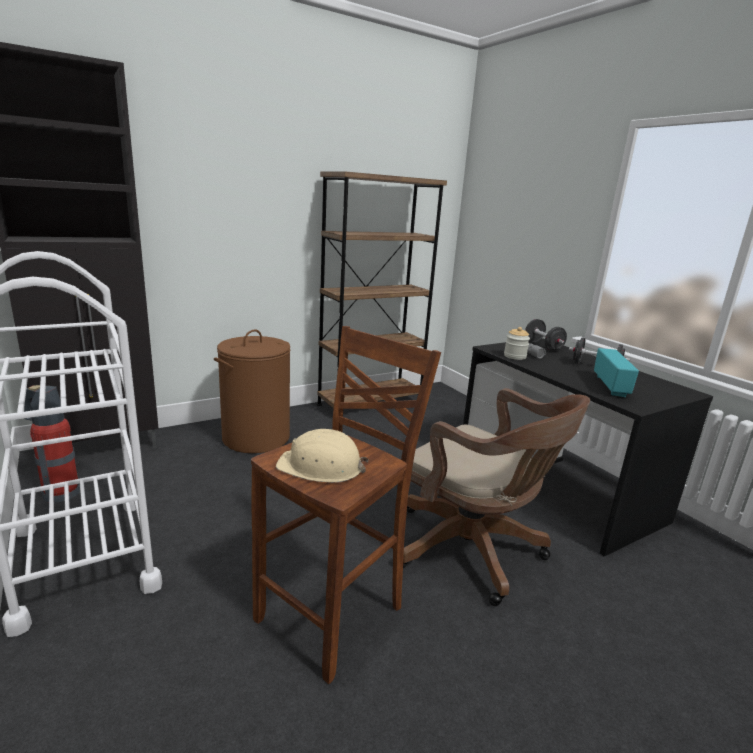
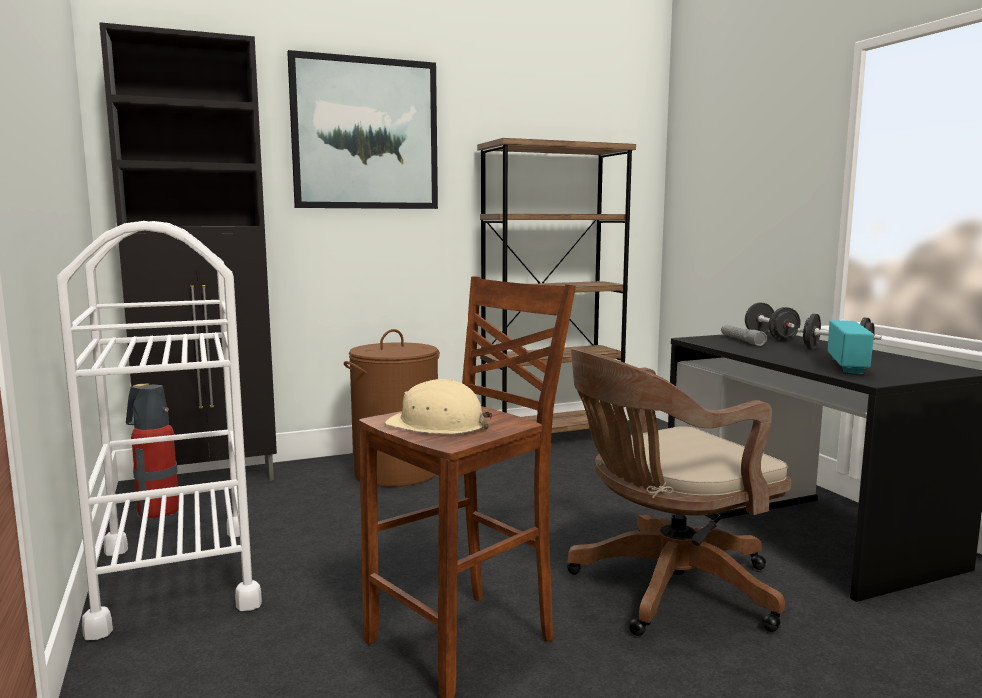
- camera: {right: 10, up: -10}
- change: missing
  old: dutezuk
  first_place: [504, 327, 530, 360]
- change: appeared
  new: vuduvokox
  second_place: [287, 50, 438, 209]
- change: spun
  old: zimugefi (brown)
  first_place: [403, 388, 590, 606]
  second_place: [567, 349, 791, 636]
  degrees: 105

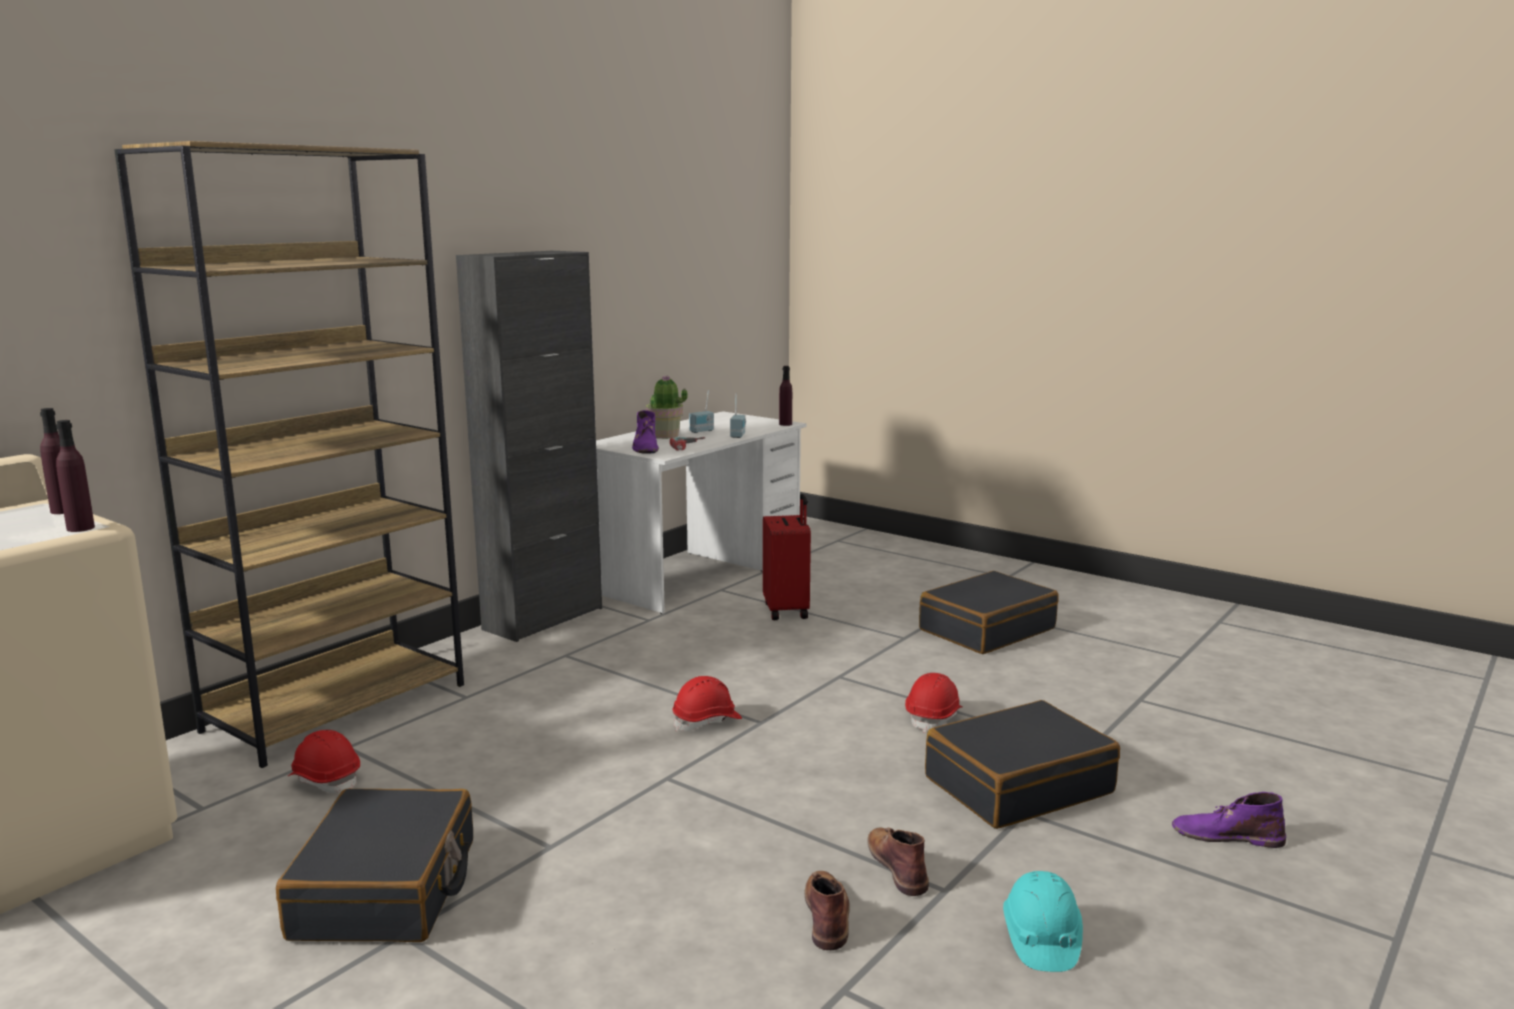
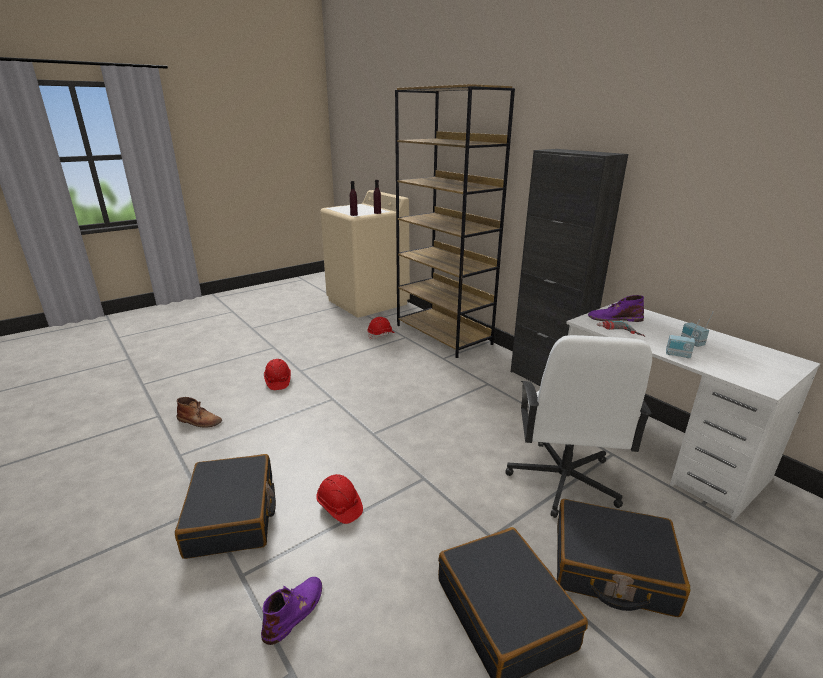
- camera: {right: 105, up: 10}
- change: missing
  old: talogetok
  first_place: [646, 375, 688, 439]
- change: missing
  old: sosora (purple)
  first_place: [779, 366, 792, 426]
- change: missing
  old: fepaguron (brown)
  first_place: [867, 828, 929, 896]
- change: missing
  old: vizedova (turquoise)
  first_place: [1003, 871, 1083, 972]
- change: relocated
  old: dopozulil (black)
  first_place: [276, 789, 473, 942]
  second_place: [557, 499, 690, 617]
- change: relocated
  old: vizedova (red)
  first_place: [673, 676, 742, 731]
  second_place: [264, 359, 291, 390]
- change: relocated
  old: fepaguron (purple)
  first_place: [1172, 792, 1286, 848]
  second_place: [261, 577, 322, 645]
- change: exchanged
  old: dopozulil (red)
  new: zimugefi (white)
  first_place: [763, 494, 811, 620]
  second_place: [506, 335, 652, 518]

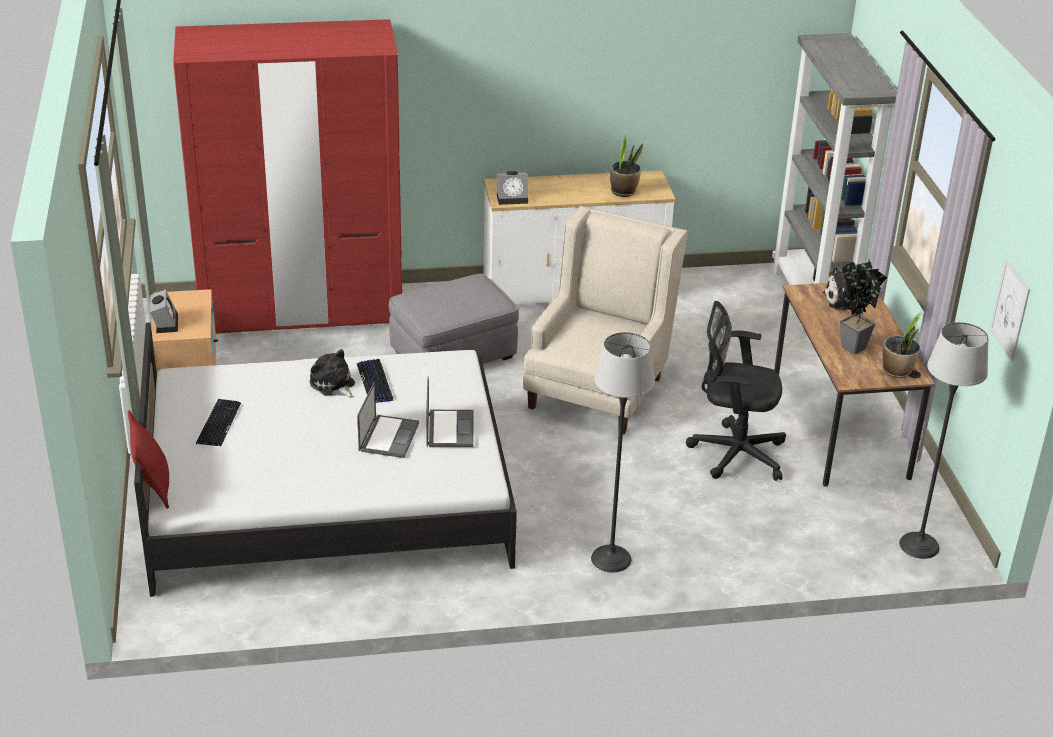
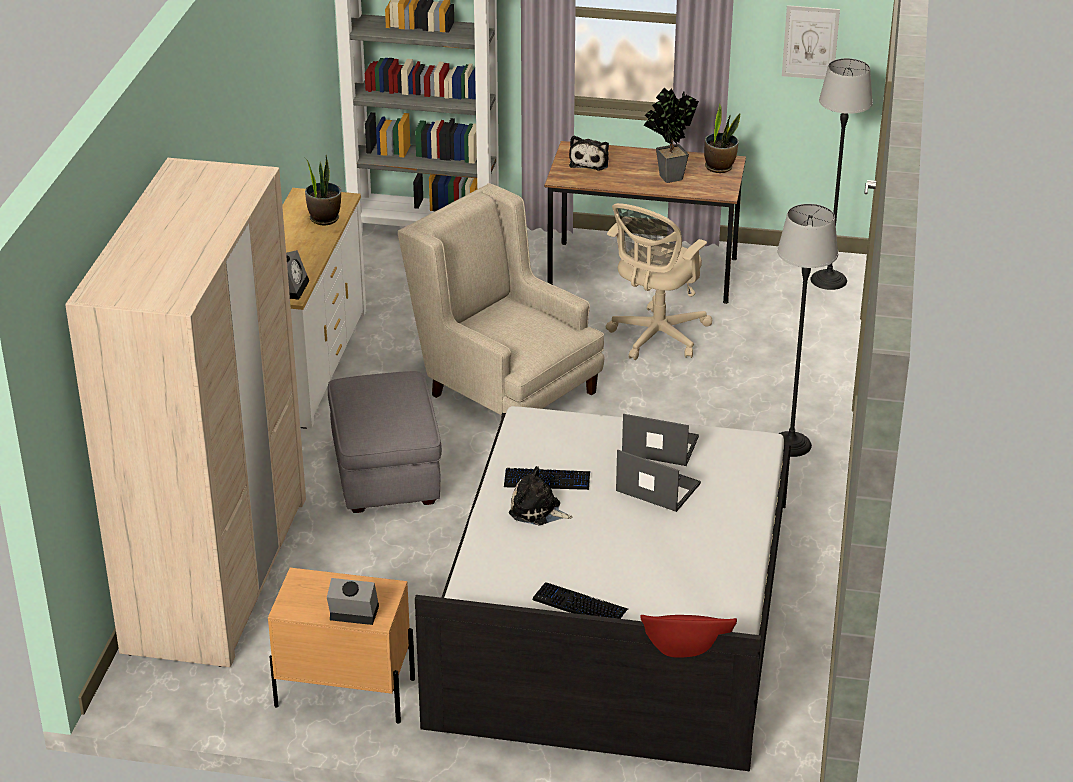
- camera: {right: -70, up: 0}
- change: colour
  old: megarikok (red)
  new: megarikok (beige)
  first_place: [173, 19, 402, 333]
  second_place: [65, 158, 306, 667]
- change: colour
  old: zimugefi (black)
  new: zimugefi (beige)
  first_place: [686, 301, 786, 481]
  second_place: [606, 203, 713, 360]
- change: spun
  old: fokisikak
  first_place: [310, 349, 355, 398]
  second_place: [509, 466, 573, 525]
  degrees: 45

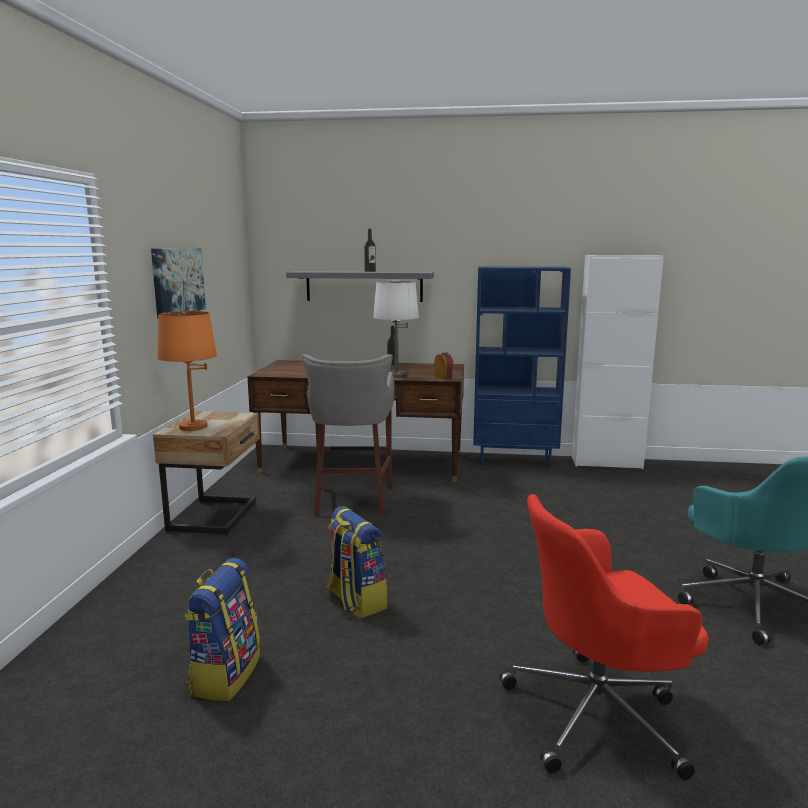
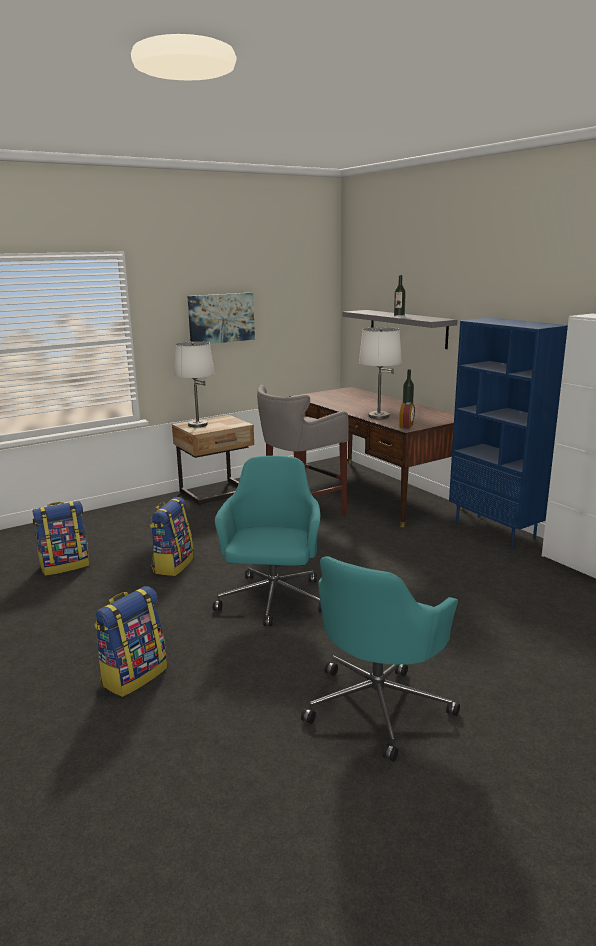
- camera: {right: 50, up: 5}
- change: appeared
  new: zimugefi (turquoise)
  second_place: [213, 456, 322, 626]
- change: exchanged
  old: zimugefi (red)
  new: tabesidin
  first_place: [499, 494, 708, 780]
  second_place: [94, 586, 167, 697]
- change: colour
  old: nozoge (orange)
  new: nozoge (white)
  first_place: [158, 311, 217, 431]
  second_place: [174, 341, 215, 427]

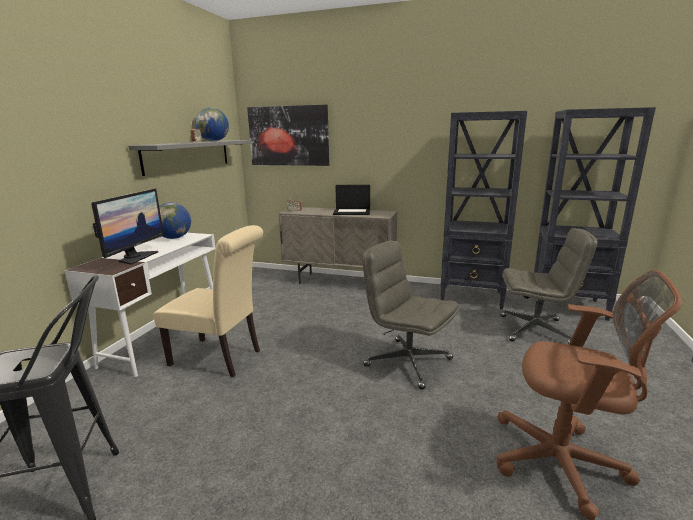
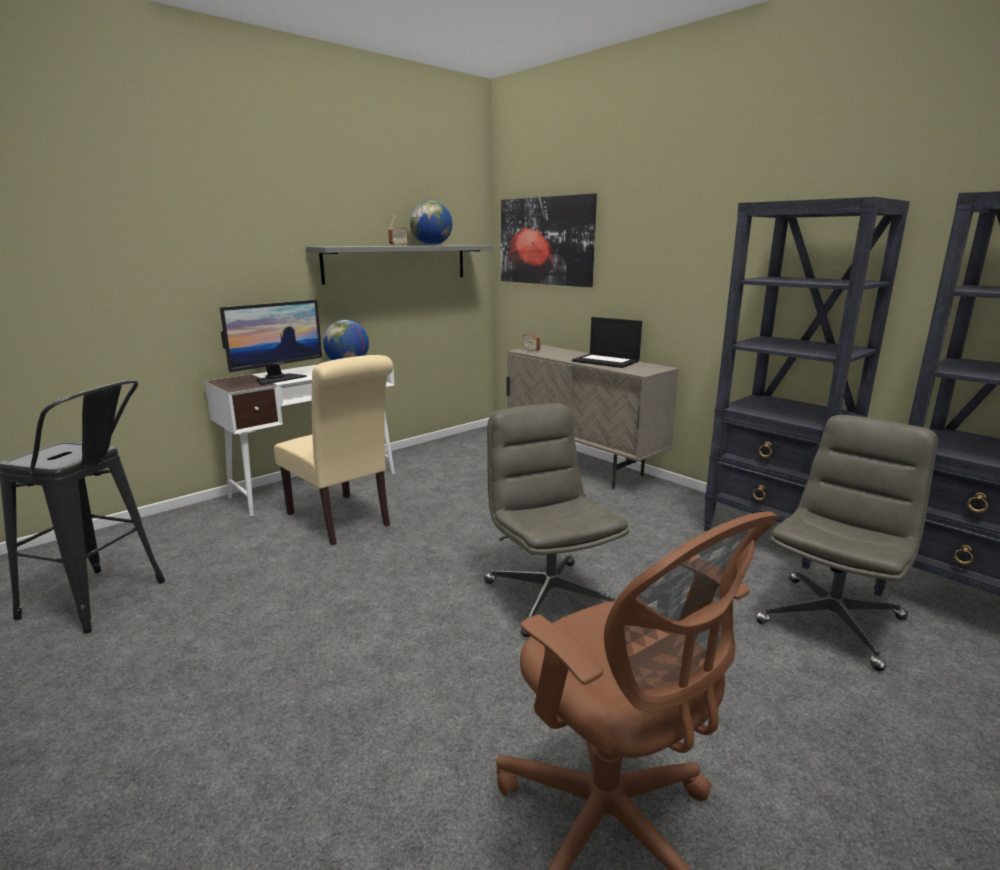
- camera: {right: 30, up: 0}
- change: spun
  old: zimugefi (grey)
  first_place: [501, 228, 598, 343]
  second_place: [756, 415, 938, 671]
  degrees: -90

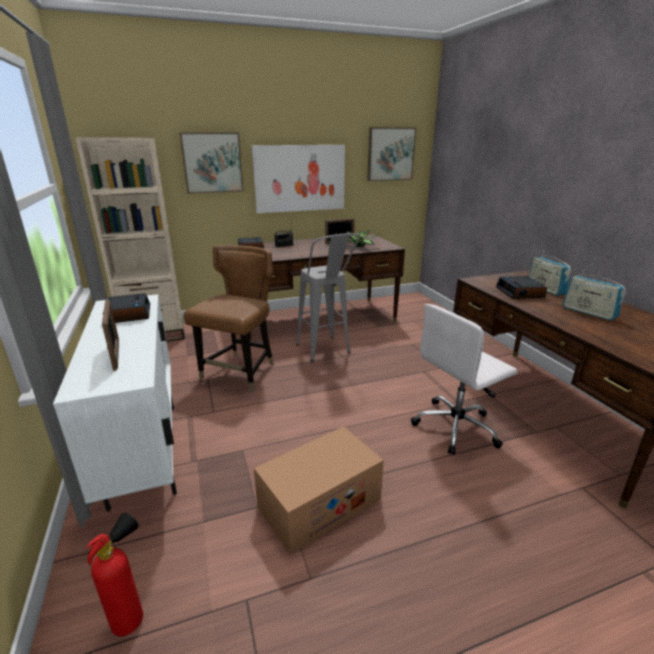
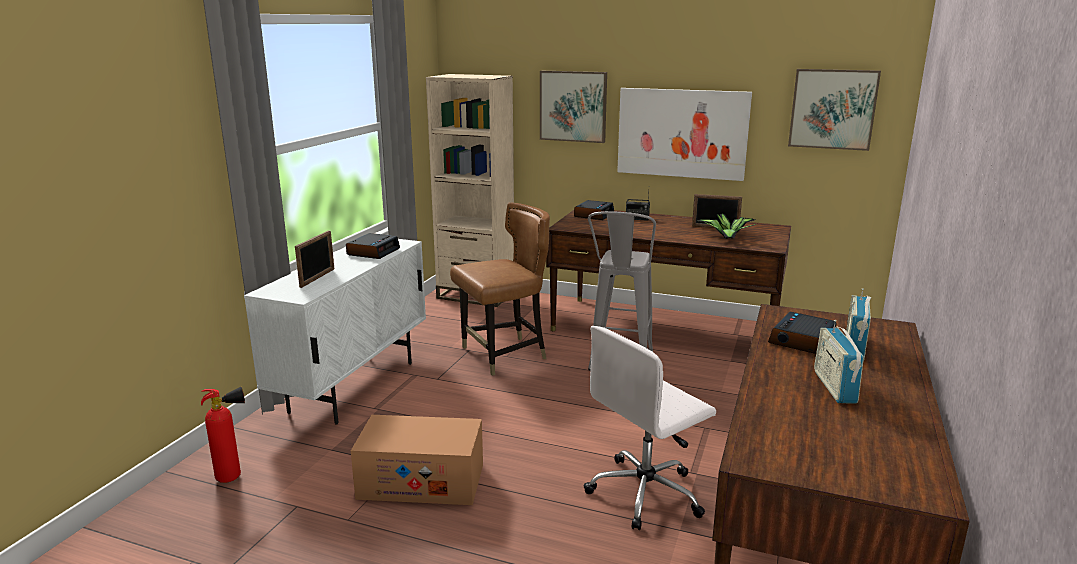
- camera: {right: 40, up: -5}
- change: spun
  old: zimugefi (white)
  first_place: [411, 304, 517, 455]
  second_place: [583, 326, 716, 530]
  degrees: -45

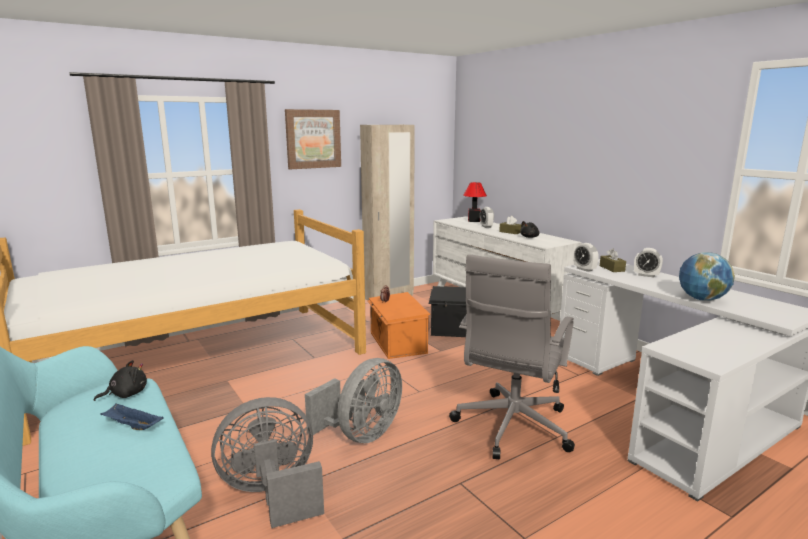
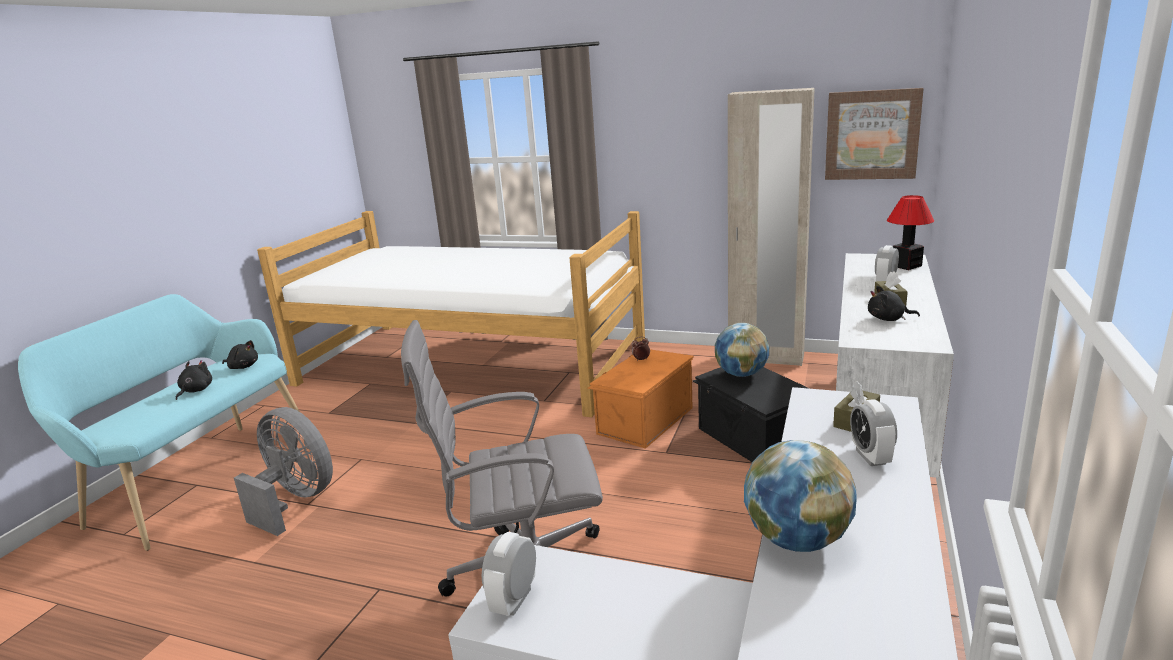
- camera: {right: 55, up: 5}
- change: missing
  old: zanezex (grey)
  first_place: [305, 358, 402, 443]
- change: appeared
  new: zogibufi
  second_place: [715, 323, 769, 377]
- change: relocated
  old: vuduvokox
  first_place: [285, 109, 341, 169]
  second_place: [825, 88, 924, 180]
- change: relocated
  old: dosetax
  first_place: [574, 243, 599, 272]
  second_place: [482, 532, 536, 616]
- change: exchanged
  old: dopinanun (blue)
  new: fokisikak (black)
  first_place: [100, 403, 163, 430]
  second_place: [175, 360, 212, 400]

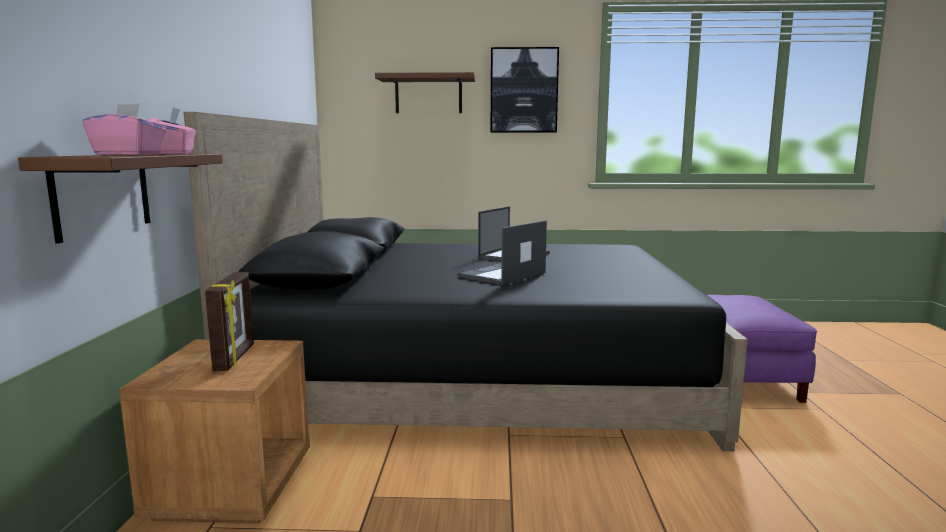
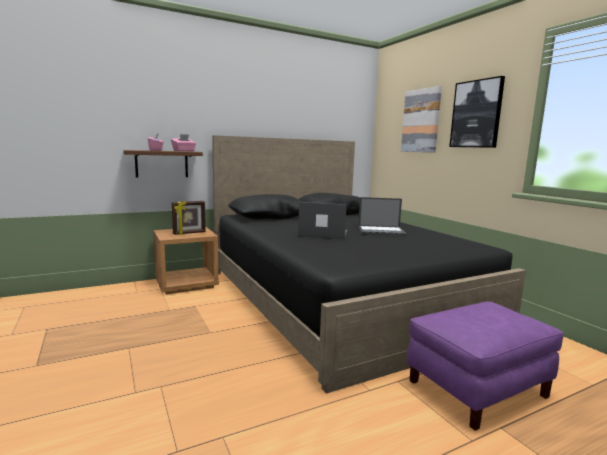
- camera: {right: 60, up: 0}
- change: exchanged
  old: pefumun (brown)
  new: vuduvokox
  first_place: [375, 72, 475, 113]
  second_place: [401, 86, 442, 153]

